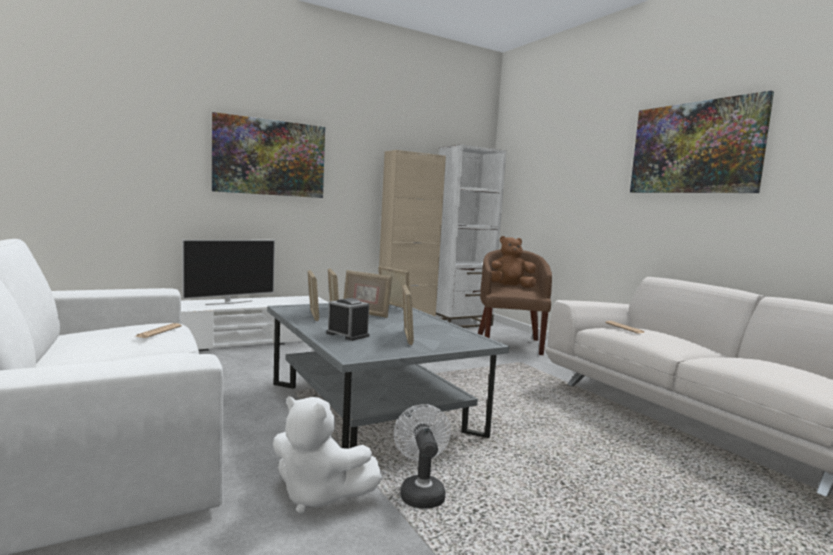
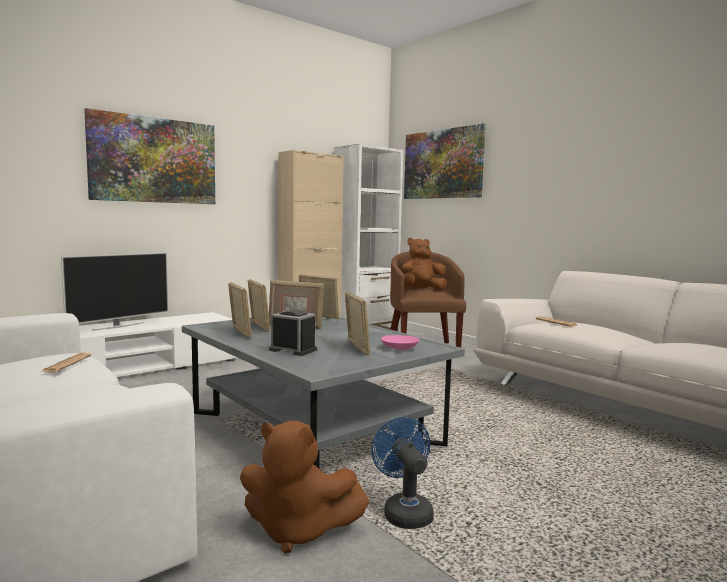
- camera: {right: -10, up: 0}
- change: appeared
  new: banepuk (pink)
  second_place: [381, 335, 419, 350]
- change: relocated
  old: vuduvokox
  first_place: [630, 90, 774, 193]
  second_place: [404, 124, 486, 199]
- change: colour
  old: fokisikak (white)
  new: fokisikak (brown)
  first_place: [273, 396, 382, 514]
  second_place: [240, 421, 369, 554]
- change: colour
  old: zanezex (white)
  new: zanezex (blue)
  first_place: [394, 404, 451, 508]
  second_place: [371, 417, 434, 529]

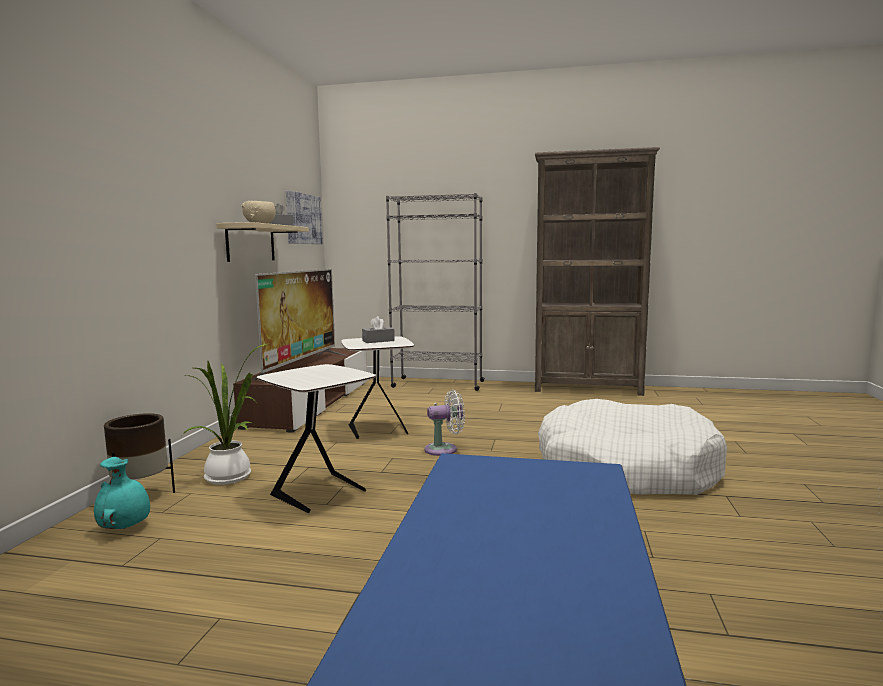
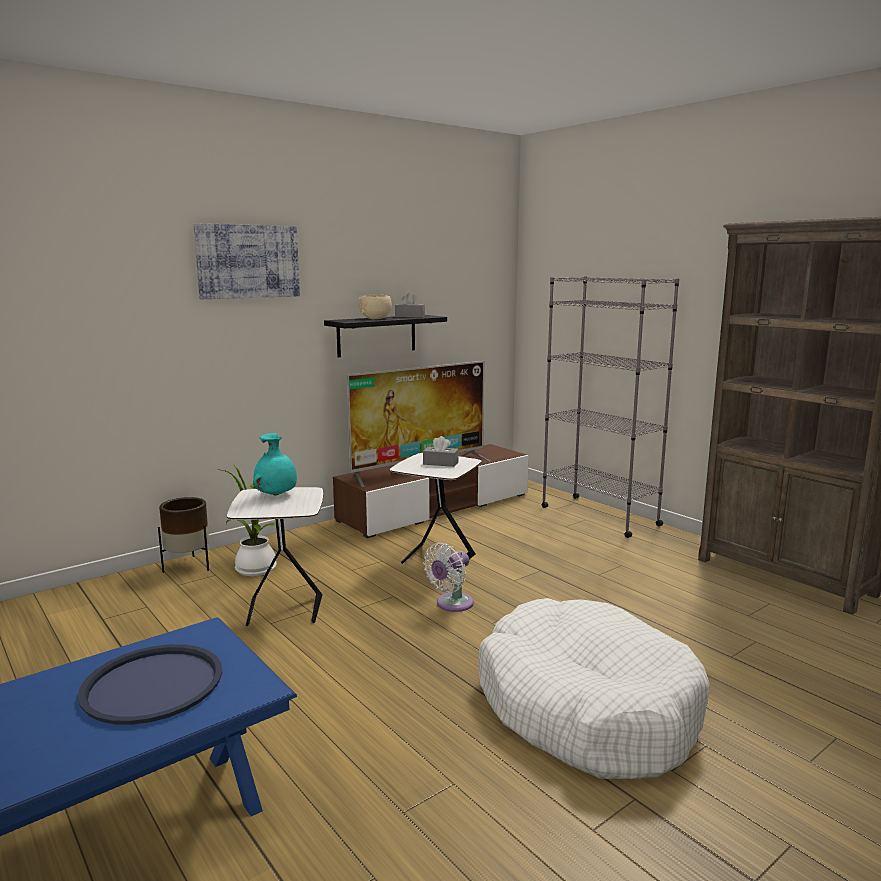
- camera: {right: 40, up: 5}
- change: appeared
  new: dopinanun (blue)
  second_place: [78, 644, 222, 725]
- change: relocated
  old: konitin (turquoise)
  first_place: [94, 457, 150, 529]
  second_place: [253, 433, 297, 495]
- change: relocated
  old: vuduvokox
  first_place: [286, 190, 323, 244]
  second_place: [193, 223, 300, 299]
- change: colour
  old: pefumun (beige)
  new: pefumun (black)
  first_place: [216, 222, 309, 262]
  second_place: [324, 315, 447, 357]
- change: spun
  old: zanezex (white)
  first_place: [424, 390, 465, 456]
  second_place: [423, 543, 474, 612]
  degrees: 105

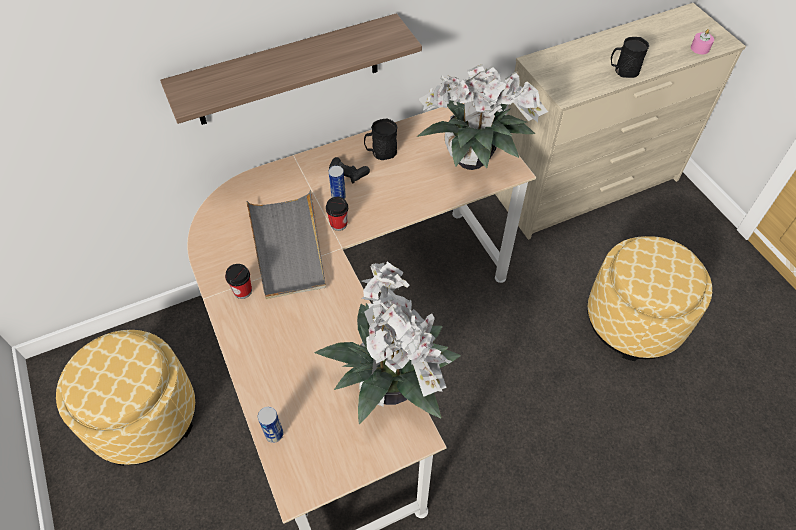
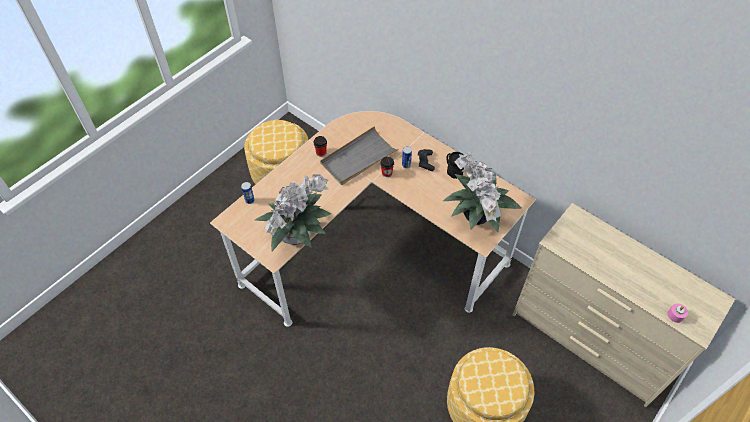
- camera: {right: 65, up: 0}
- change: missing
  old: pefumun
  first_place: [160, 13, 422, 125]
- change: missing
  old: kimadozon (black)
  first_place: [611, 37, 649, 78]

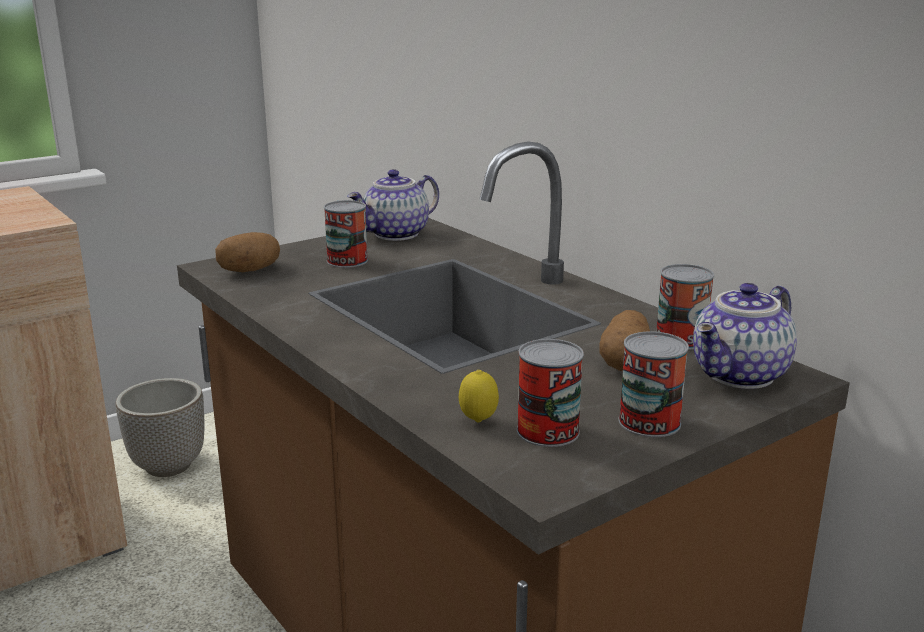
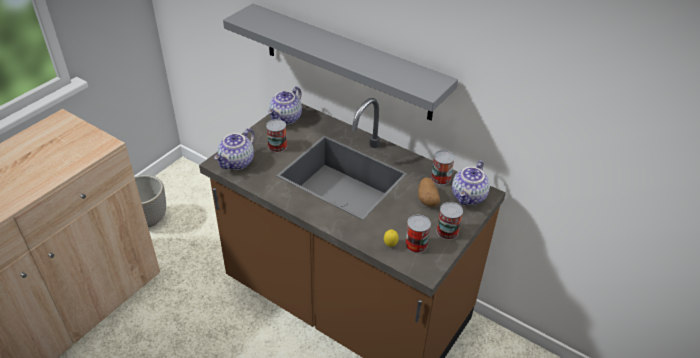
- camera: {right: -20, up: 20}
- change: appeared
  new: pefumun (grey)
  second_place: [223, 3, 458, 121]
- change: exchanged
  old: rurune
  new: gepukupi
  first_place: [215, 232, 280, 272]
  second_place: [214, 128, 255, 170]

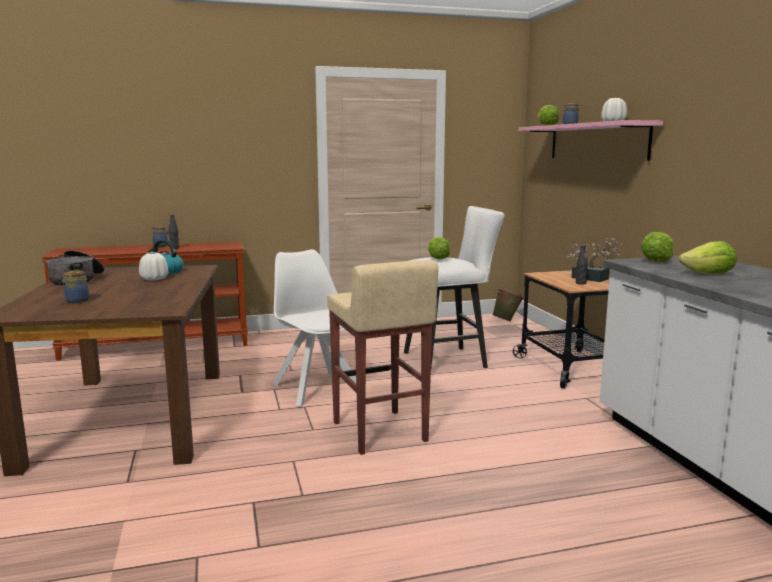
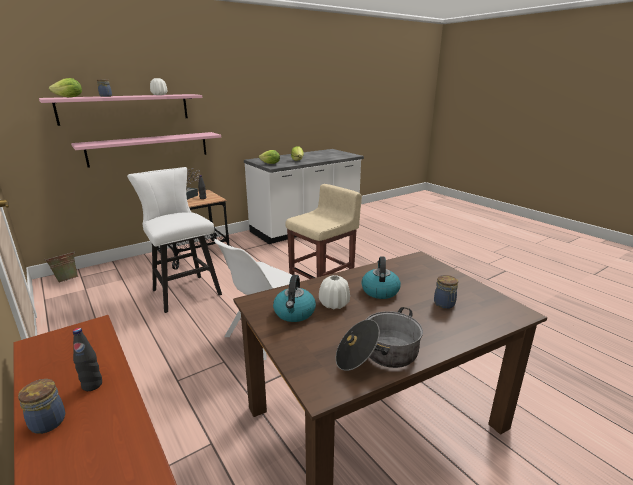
- camera: {right: -110, up: 10}
- change: missing
  old: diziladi
  first_place: [428, 237, 450, 259]
- change: appeared
  new: pefumun (pink)
  second_place: [71, 132, 221, 168]
- change: appeared
  new: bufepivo
  second_place: [361, 257, 401, 299]

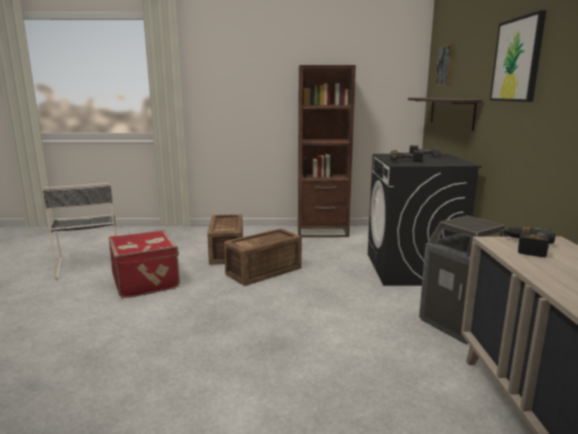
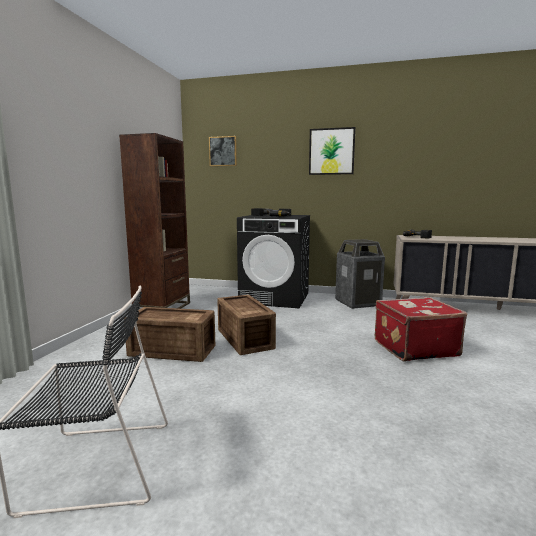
- camera: {right: -75, up: -5}
- change: missing
  old: pefumun
  first_place: [408, 98, 482, 131]
- change: relocated
  old: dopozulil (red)
  first_place: [109, 230, 180, 298]
  second_place: [375, 297, 467, 362]

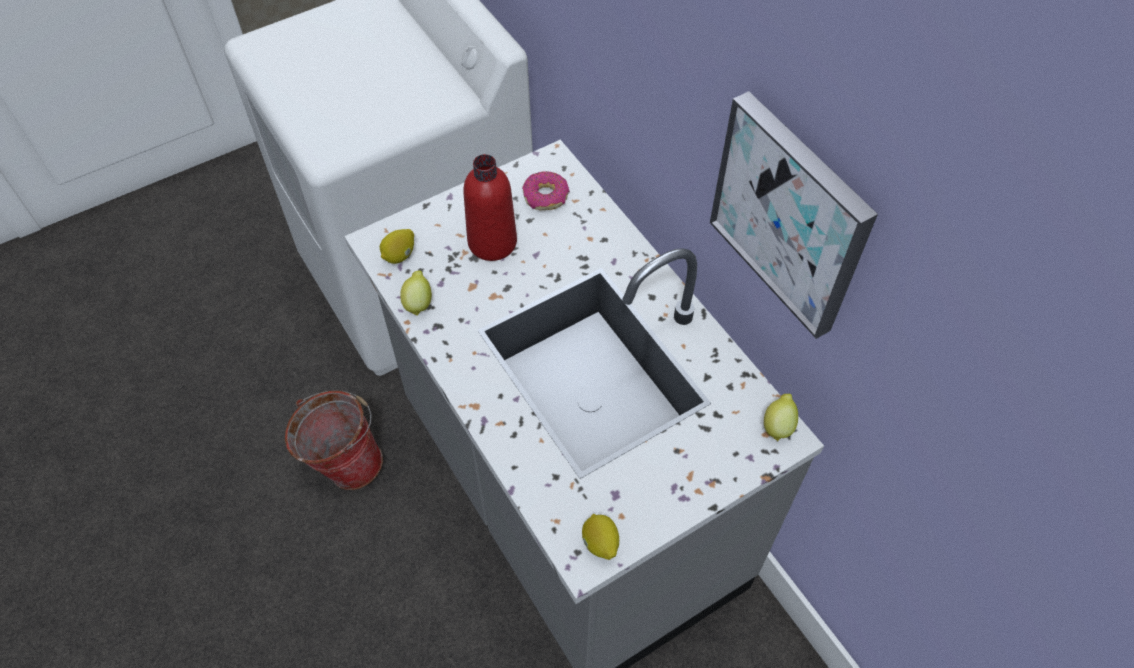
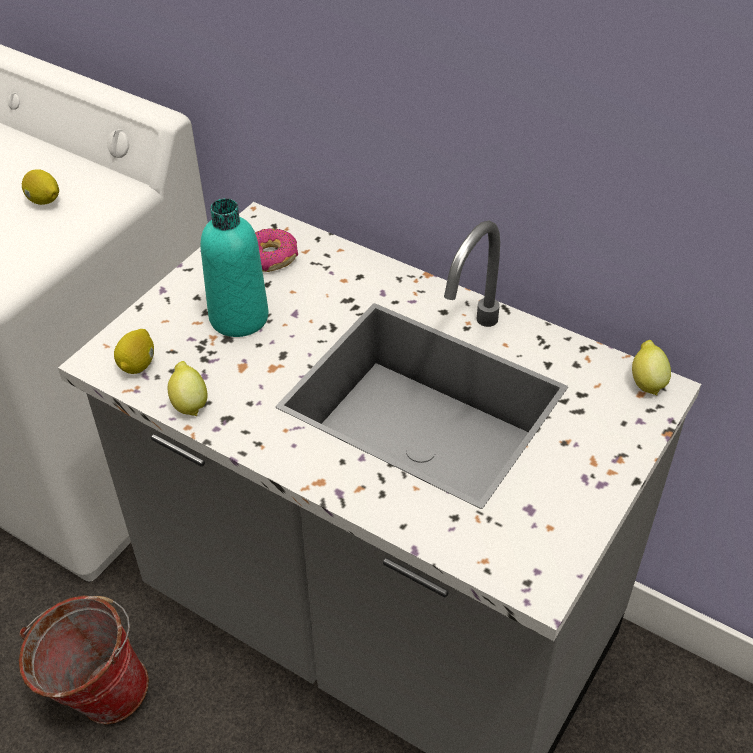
- camera: {right: -25, up: -10}
- change: missing
  old: vuduvokox
  first_place: [710, 91, 878, 339]
- change: relocated
  old: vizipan
  first_place: [582, 514, 619, 560]
  second_place: [22, 169, 59, 205]
- change: colour
  old: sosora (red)
  new: sosora (turquoise)
  first_place: [463, 154, 517, 261]
  second_place: [201, 198, 269, 337]

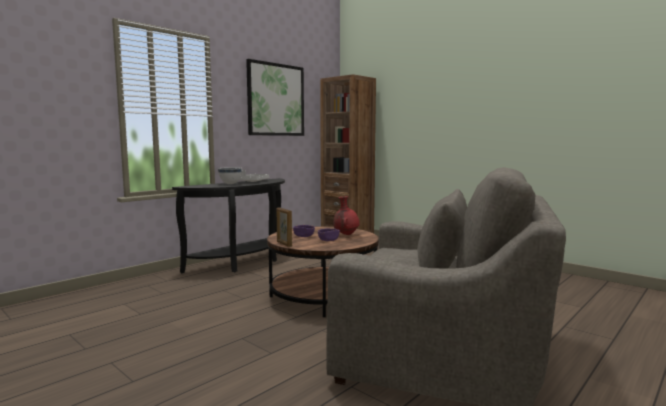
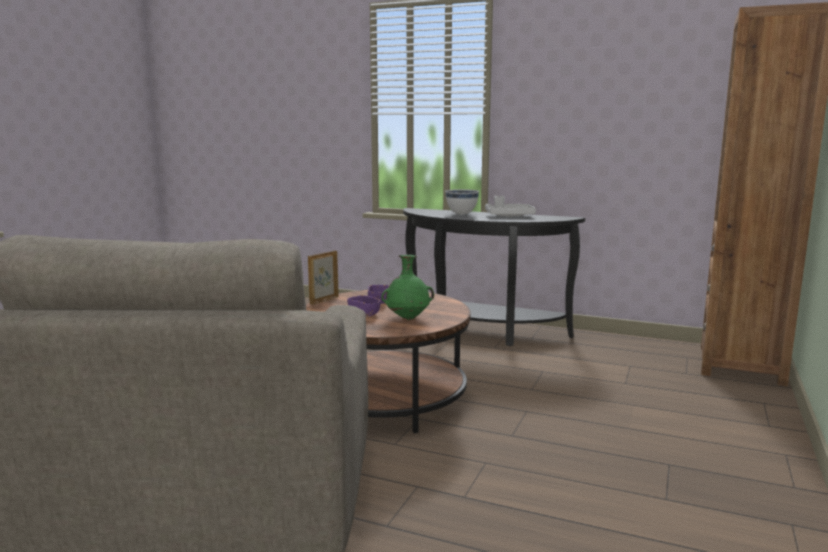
- camera: {right: 70, up: 5}
- change: missing
  old: vuduvokox
  first_place: [246, 59, 304, 136]
- change: colour
  old: konitin (red)
  new: konitin (green)
  first_place: [333, 196, 360, 235]
  second_place: [381, 255, 434, 320]

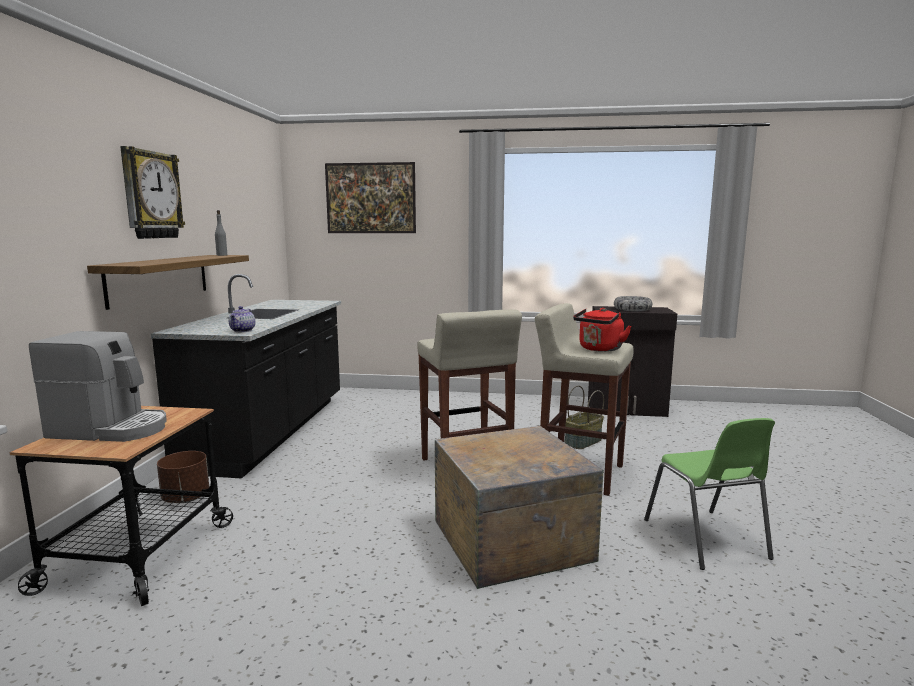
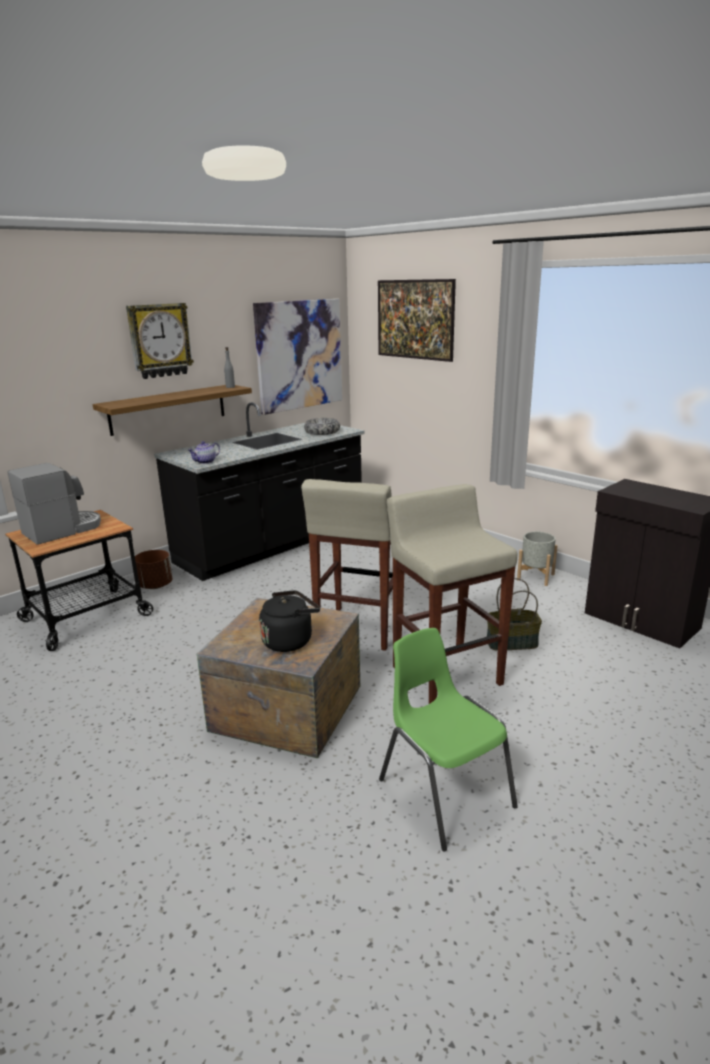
- camera: {right: 40, up: 10}
- change: missing
  old: bufepivo (red)
  first_place: [573, 308, 632, 352]
- change: appeared
  new: vuduvokox
  second_place: [253, 299, 342, 415]
- change: appeared
  new: bufepivo (black)
  second_place: [259, 590, 320, 652]
- change: appeared
  new: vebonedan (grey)
  second_place: [517, 532, 558, 586]
- change: relocated
  old: banepuk
  first_place: [614, 296, 652, 311]
  second_place: [304, 418, 340, 435]
- change: spun
  old: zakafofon
  first_place: [29, 331, 167, 442]
  second_place: [8, 463, 101, 545]
  degrees: -90
- change: spun
  old: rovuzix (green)
  first_place: [644, 418, 775, 570]
  second_place: [379, 628, 518, 851]
  degrees: 120

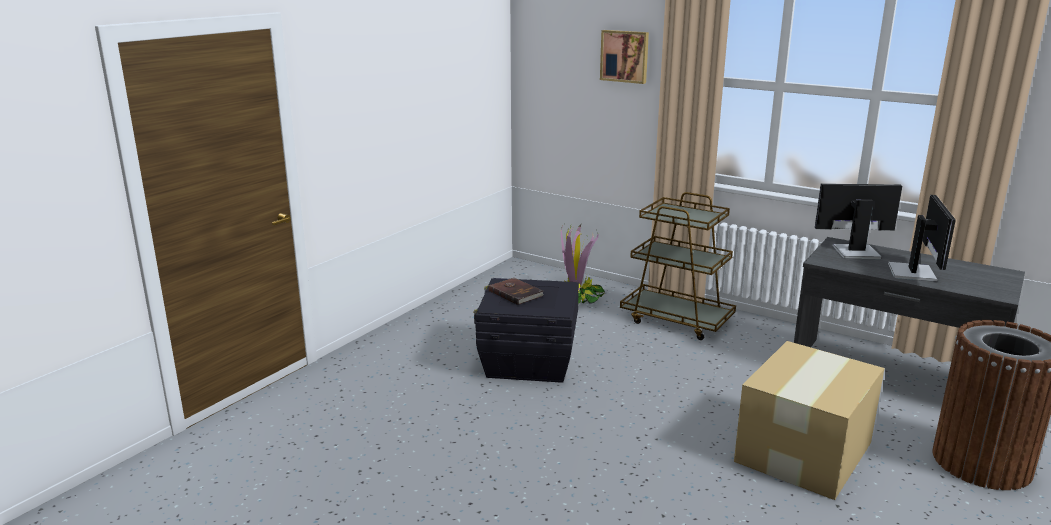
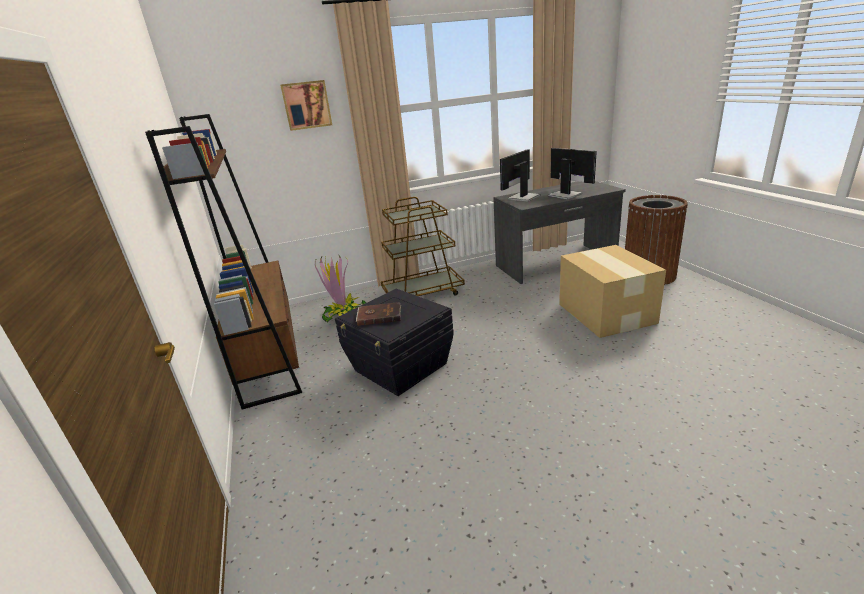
- camera: {right: -50, up: 5}
- change: appeared
  new: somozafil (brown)
  second_place: [145, 114, 302, 409]

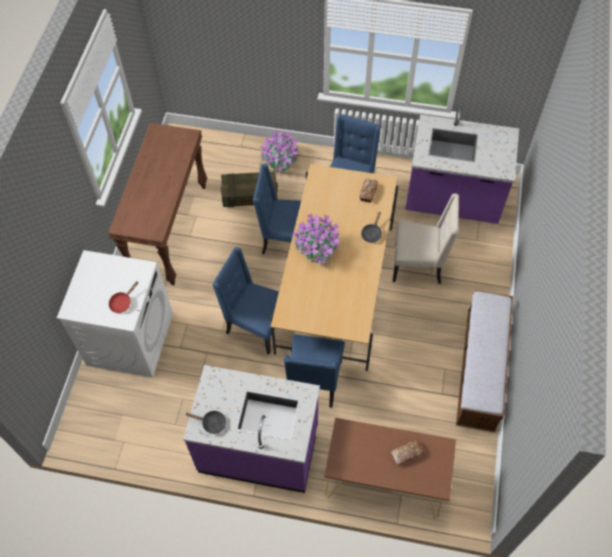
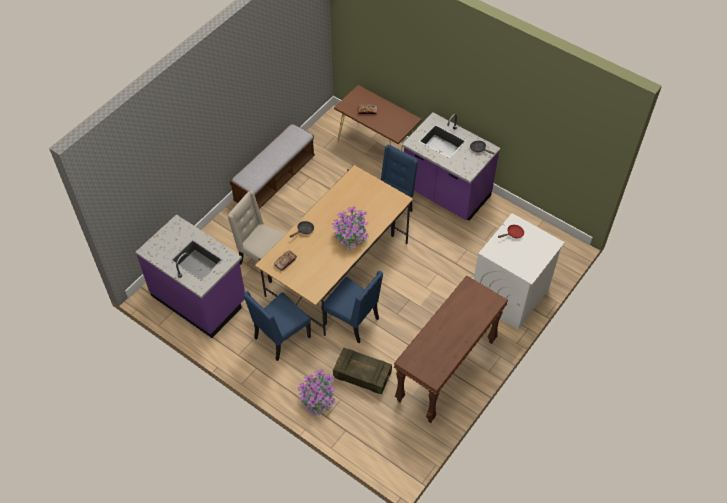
- camera: {right: -155, up: -5}
- change: missing
  old: rovuzix (blue)
  first_place: [212, 247, 279, 355]

